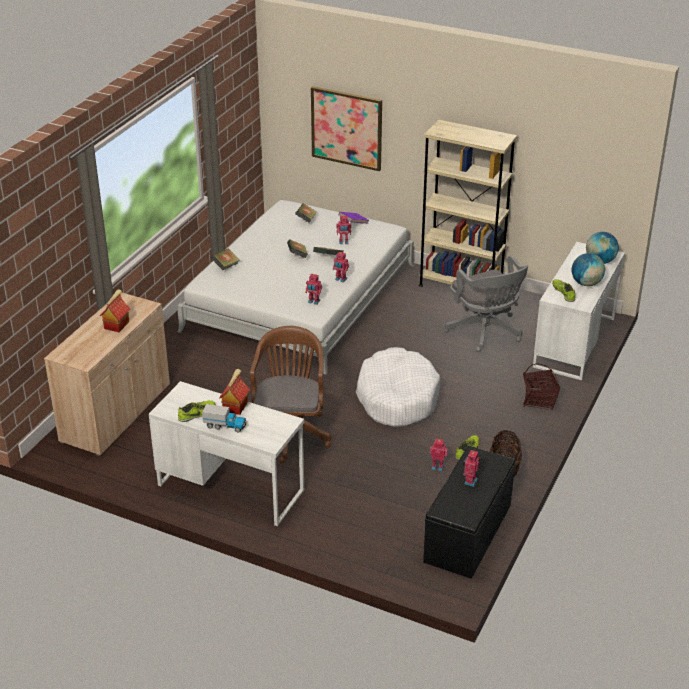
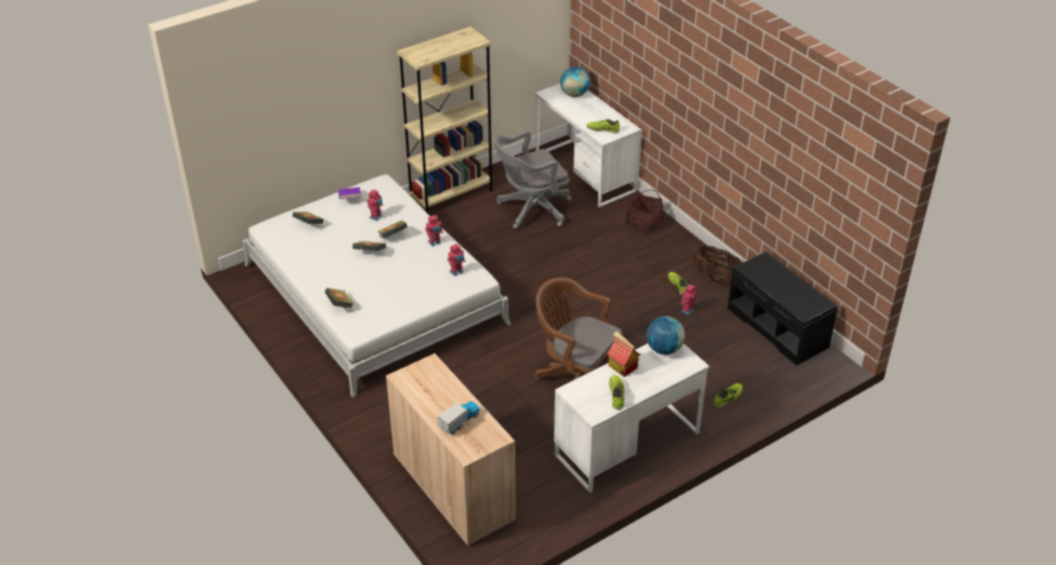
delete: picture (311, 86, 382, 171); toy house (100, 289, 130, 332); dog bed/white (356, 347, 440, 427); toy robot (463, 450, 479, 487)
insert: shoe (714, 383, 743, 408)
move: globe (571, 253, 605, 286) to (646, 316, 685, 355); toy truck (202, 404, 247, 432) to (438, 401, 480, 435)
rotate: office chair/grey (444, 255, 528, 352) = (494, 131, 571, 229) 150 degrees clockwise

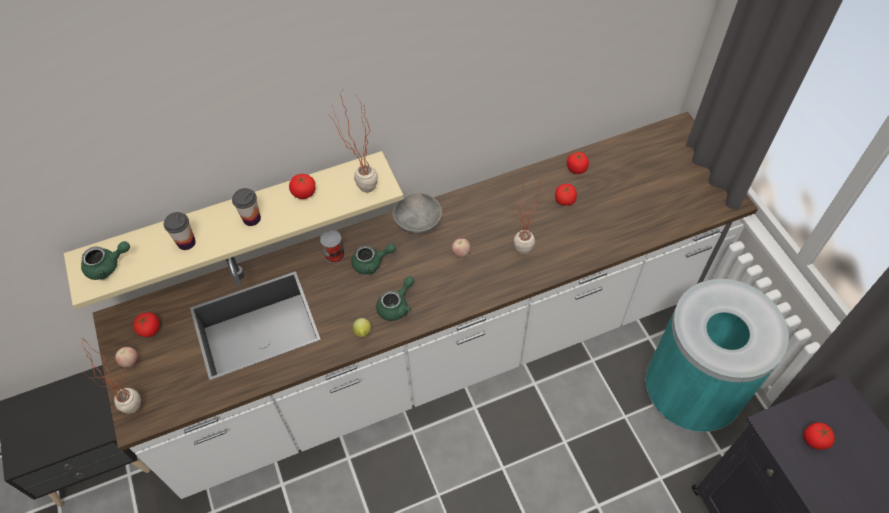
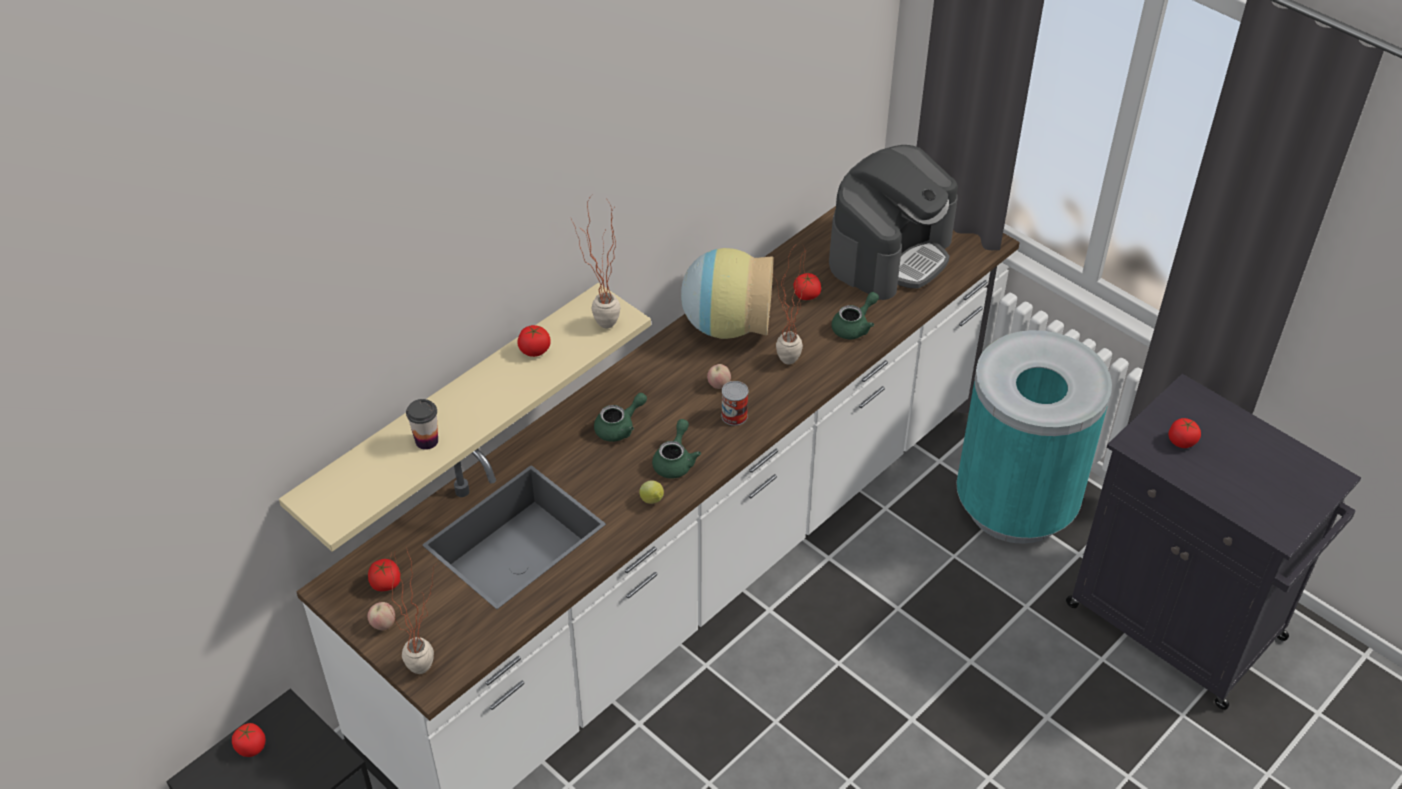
delete: cup (232, 188, 261, 226); bowl/grey (392, 193, 442, 234)
insert: coffee machine (829, 145, 958, 300); vase (681, 248, 773, 339)
move: tomato (567, 152, 589, 174) to (232, 723, 266, 757); can (320, 230, 345, 263) to (721, 381, 748, 426); teapot/green (81, 241, 130, 280) to (831, 292, 879, 339)

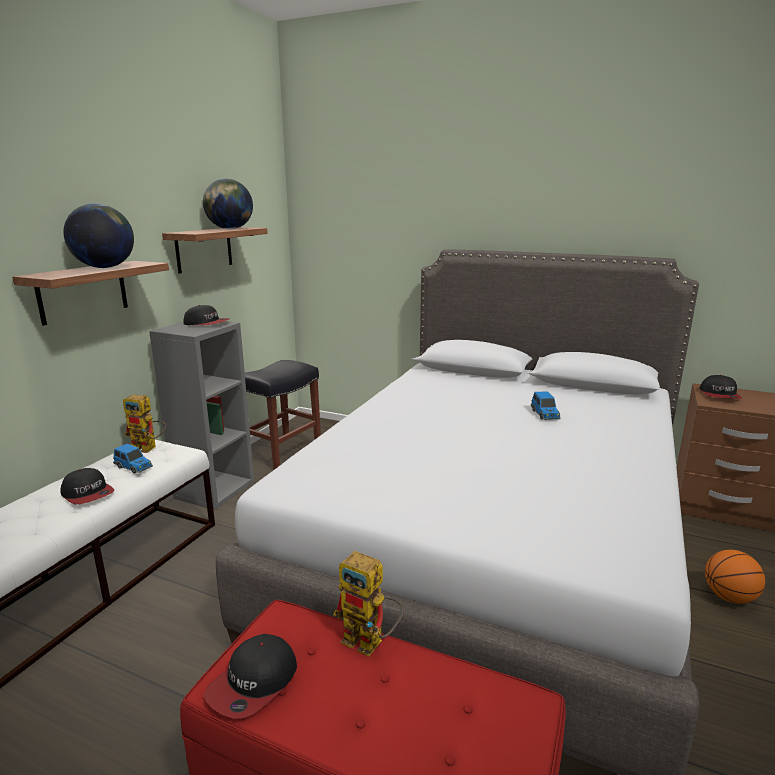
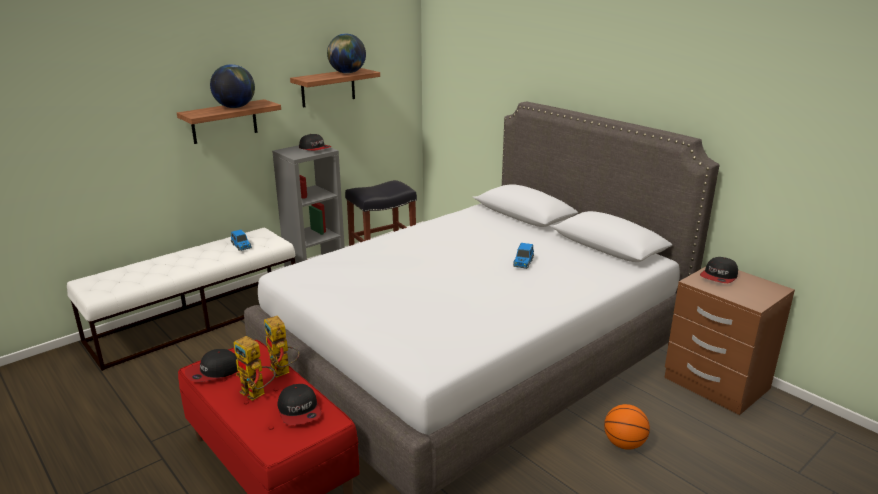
move: toy robot (123, 395, 166, 453) to (233, 336, 276, 401); cap (60, 468, 114, 504) to (277, 384, 321, 425)

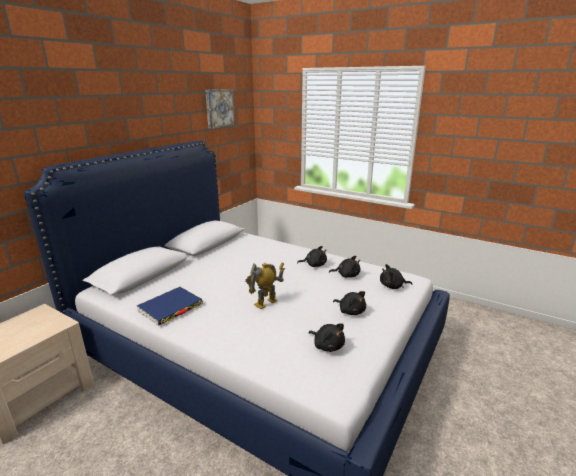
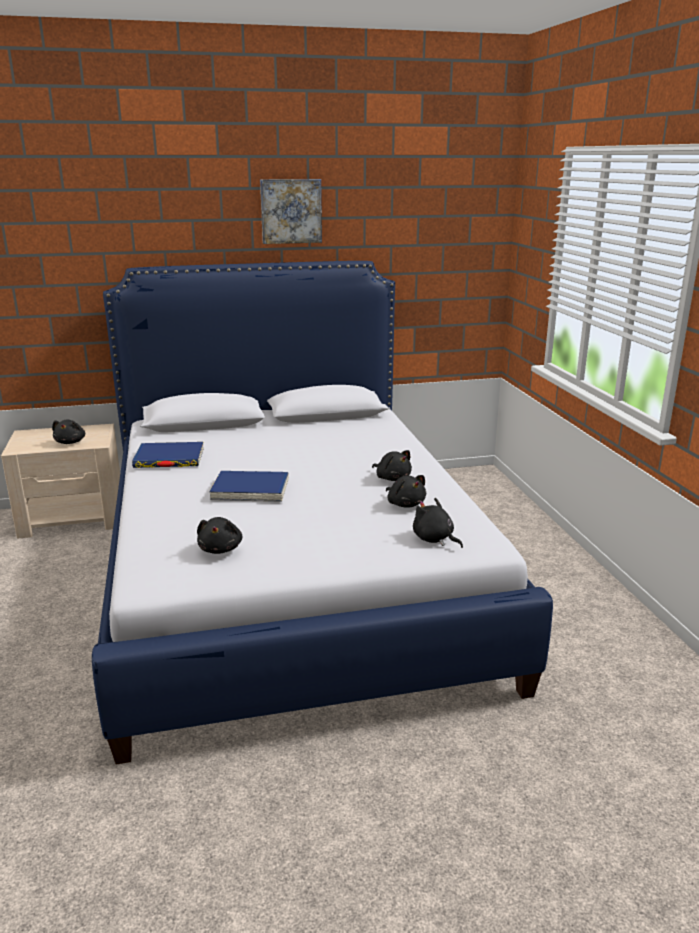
move: picture (205, 89, 235, 129) to (260, 179, 322, 244); plush toy/black (333, 291, 366, 315) to (52, 420, 85, 444)
replace: toy robot (245, 262, 285, 309) to book/blue (209, 471, 289, 502)

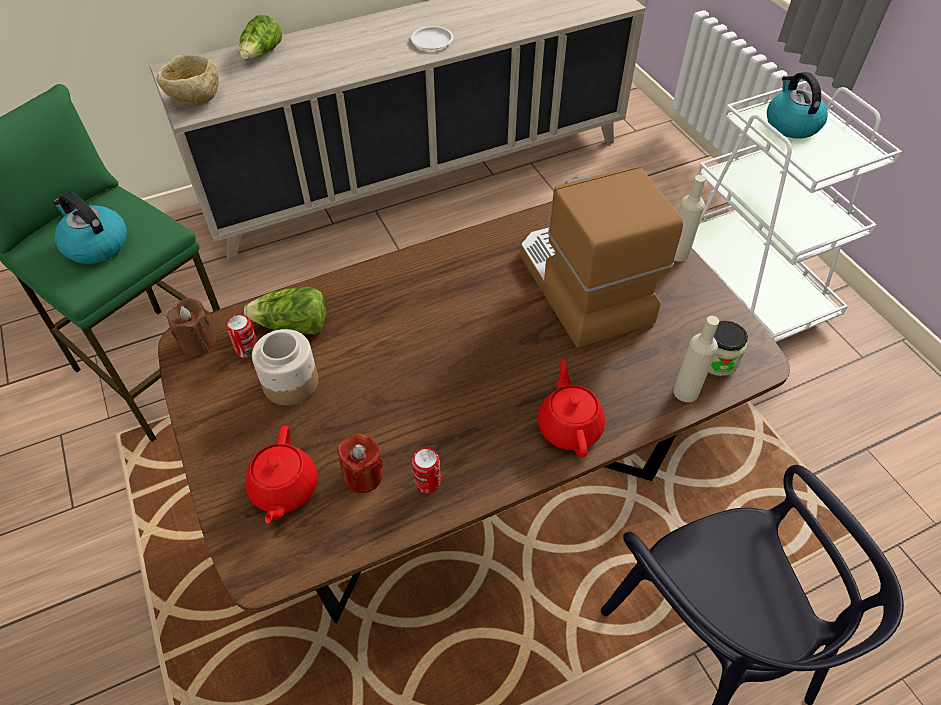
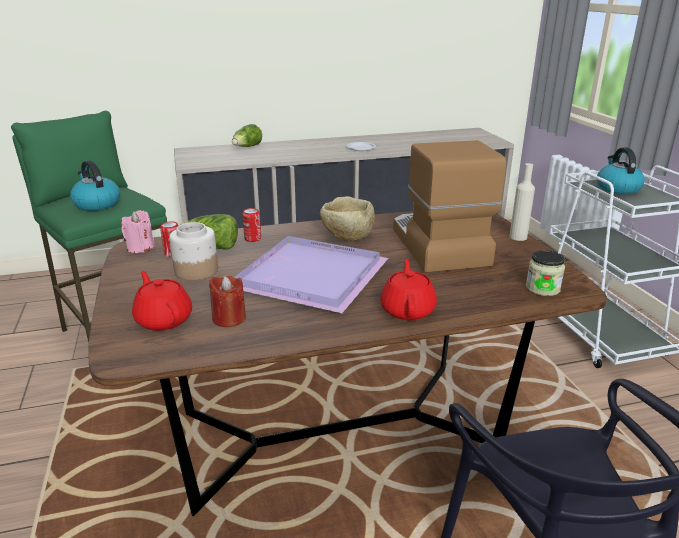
delete: bottle/beige (673, 316, 719, 402)
insert: tray/purple (234, 236, 388, 313)
move: bowl/beige (157, 53, 219, 106) to (320, 196, 375, 241); can (412, 448, 441, 494) to (242, 208, 261, 242)
recolor: candle/brown (167, 298, 216, 355) to candle/pink (122, 210, 154, 253)
rotate: teapot/red (245, 425, 317, 524) = (132, 271, 192, 331) 135 degrees clockwise

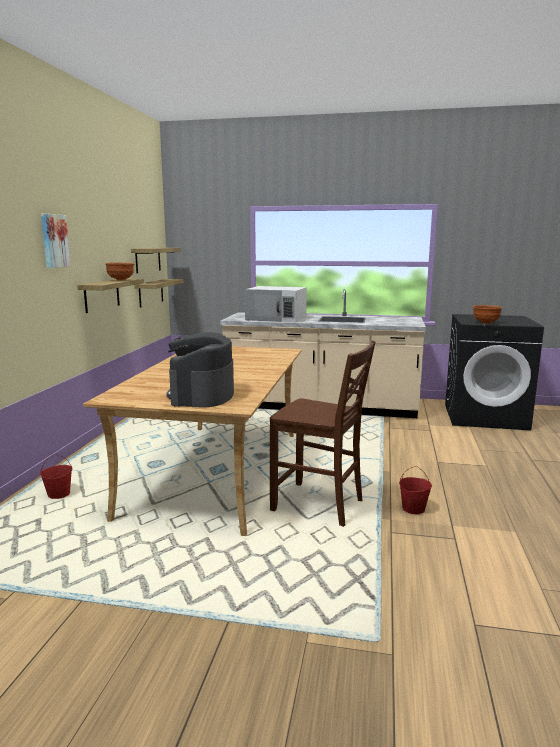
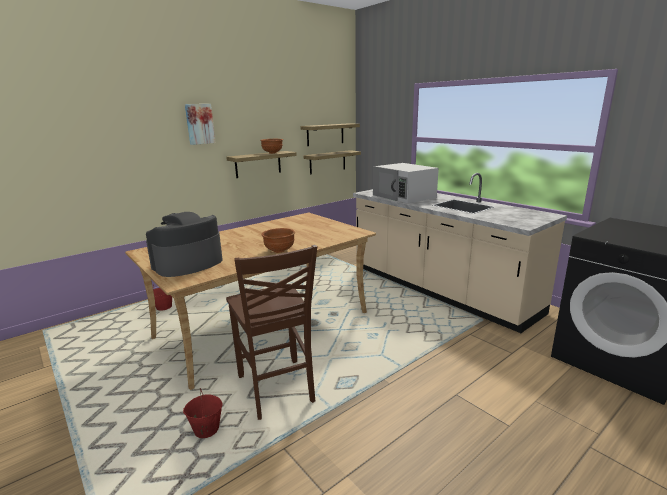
move: bowl/brown (473, 305, 503, 324) to (261, 228, 295, 253); bucket/red (399, 466, 432, 514) to (183, 388, 223, 438)

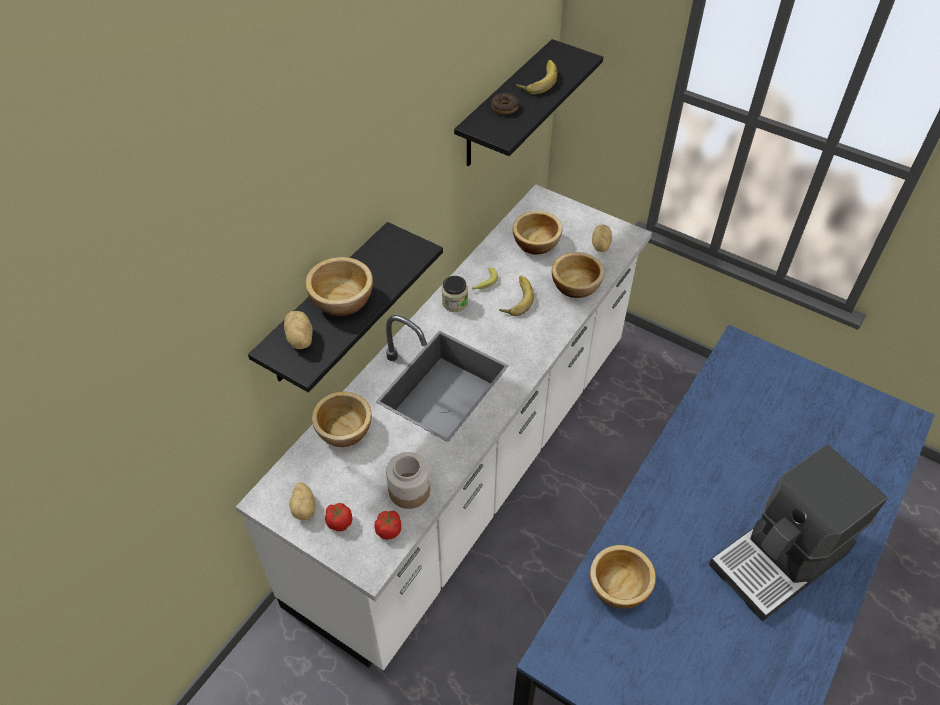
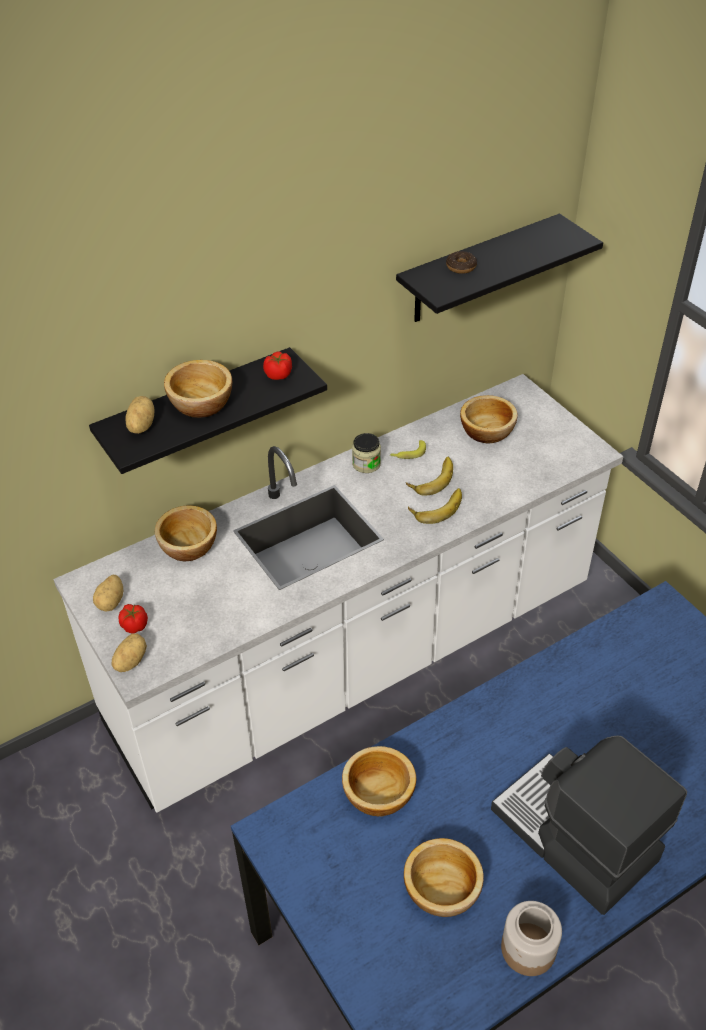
move: banana (516, 60, 557, 94) to (408, 488, 462, 524); potato (592, 224, 612, 252) to (112, 634, 147, 672); bowl (552, 252, 605, 298) to (404, 838, 484, 917); jar (386, 452, 430, 509) to (501, 901, 562, 976); tomato (374, 511, 401, 540) to (263, 352, 292, 380)
rotate: coffee machine (709, 444, 888, 621) = (491, 735, 687, 915) 60 degrees clockwise

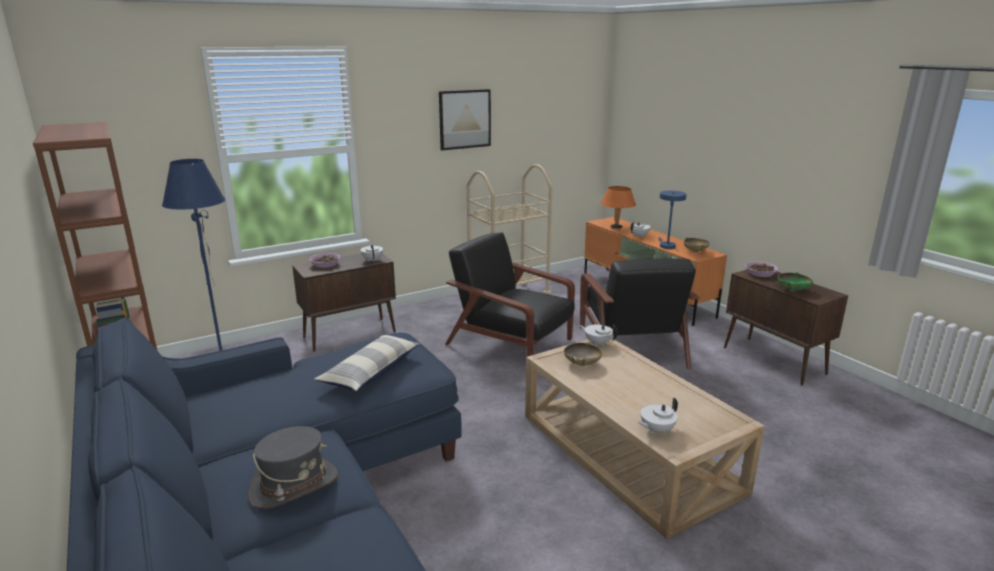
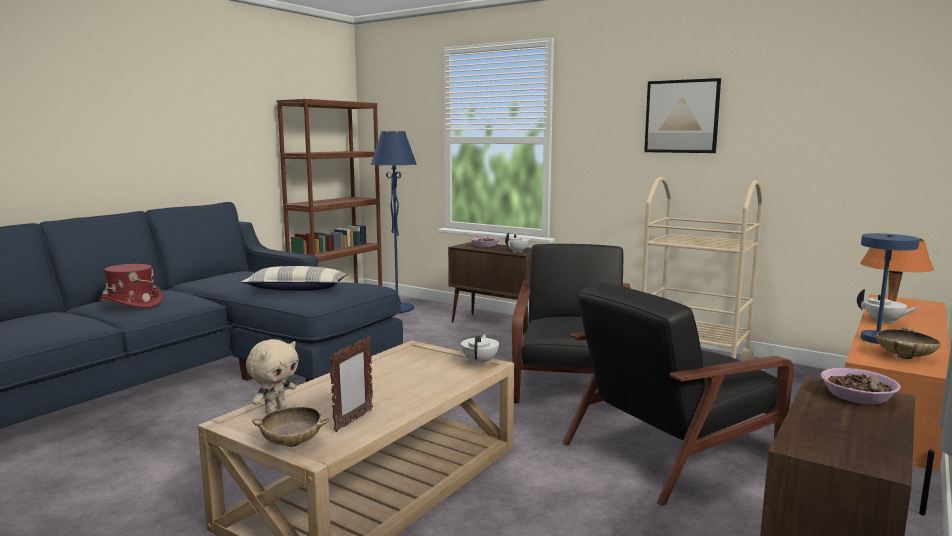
delete: bowl/green (778, 272, 813, 291)
insert: picture frame (329, 336, 373, 432)
move: bowl/beige (564, 342, 602, 366) to (252, 407, 329, 447)
replace: teapot/white (638, 398, 678, 435) to plush toy/beige (246, 339, 299, 414)
recolor: hat/grey (248, 426, 338, 509) to hat/red (98, 264, 163, 308)

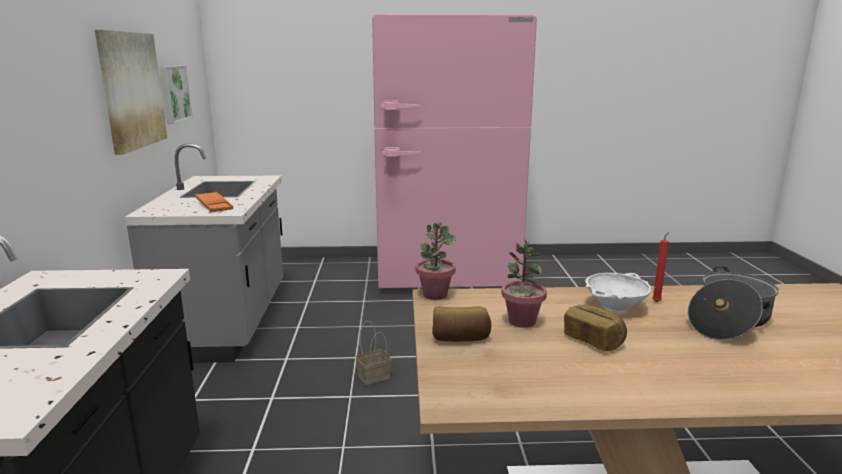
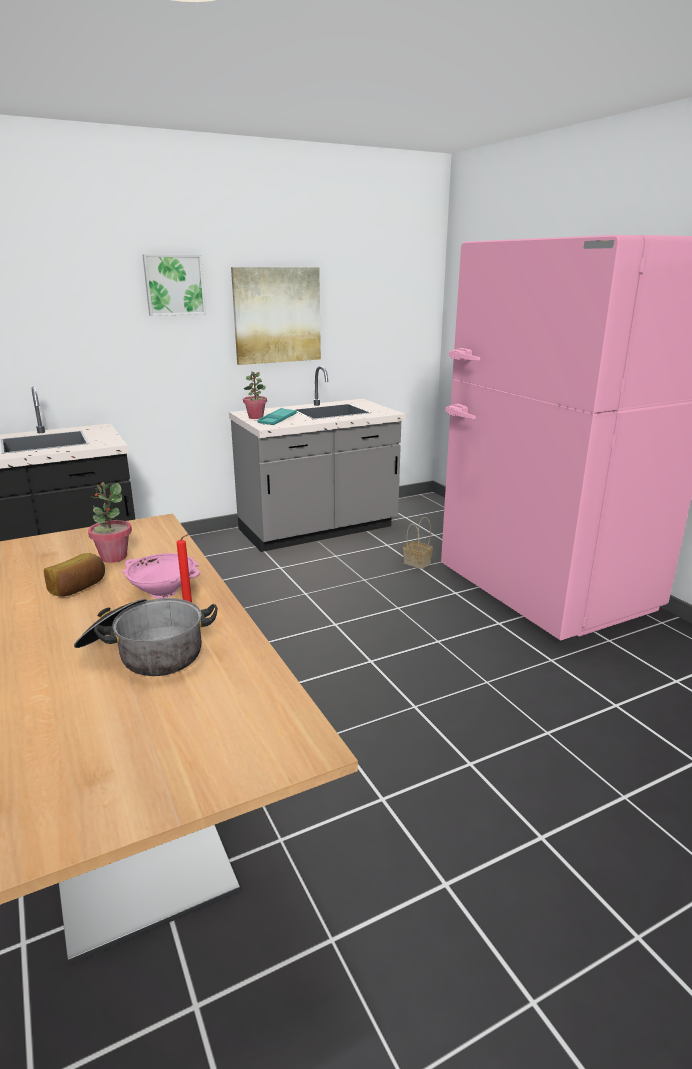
delete: bread (432, 306, 491, 342)
move: picture (160, 65, 193, 124) to (142, 254, 206, 316); potted plant (416, 222, 456, 300) to (243, 371, 267, 419); basket (356, 321, 391, 385) to (403, 517, 433, 569)
recolor: tray/orange (195, 192, 233, 212) to tray/turquoise (257, 408, 297, 425); bowl/white (585, 273, 651, 313) to bowl/pink (122, 553, 200, 598)

